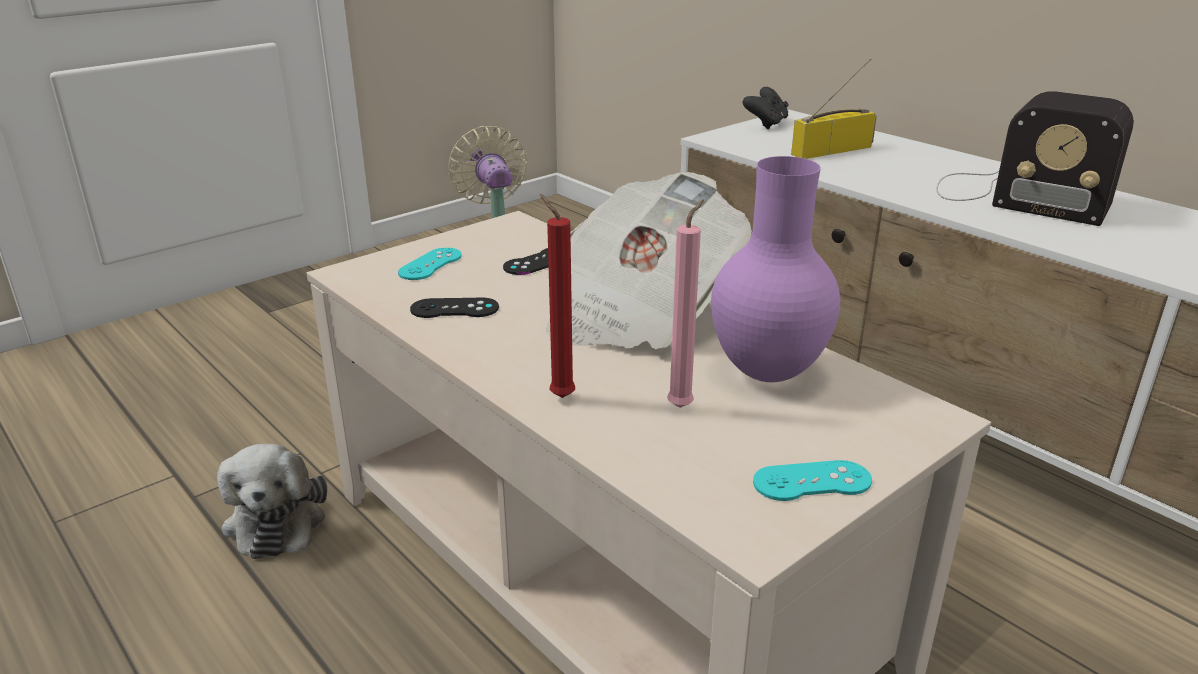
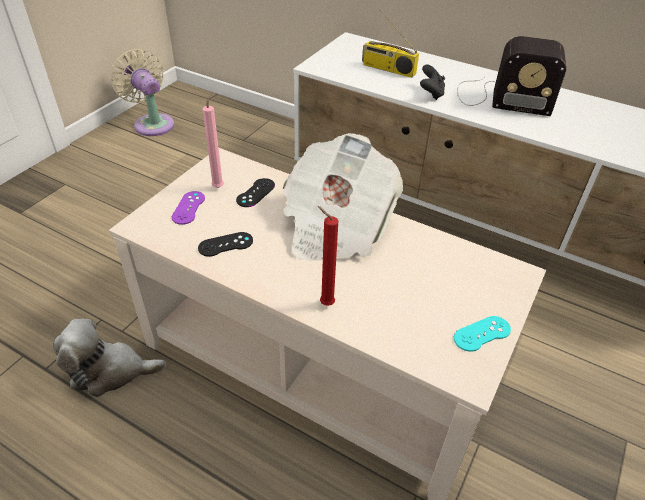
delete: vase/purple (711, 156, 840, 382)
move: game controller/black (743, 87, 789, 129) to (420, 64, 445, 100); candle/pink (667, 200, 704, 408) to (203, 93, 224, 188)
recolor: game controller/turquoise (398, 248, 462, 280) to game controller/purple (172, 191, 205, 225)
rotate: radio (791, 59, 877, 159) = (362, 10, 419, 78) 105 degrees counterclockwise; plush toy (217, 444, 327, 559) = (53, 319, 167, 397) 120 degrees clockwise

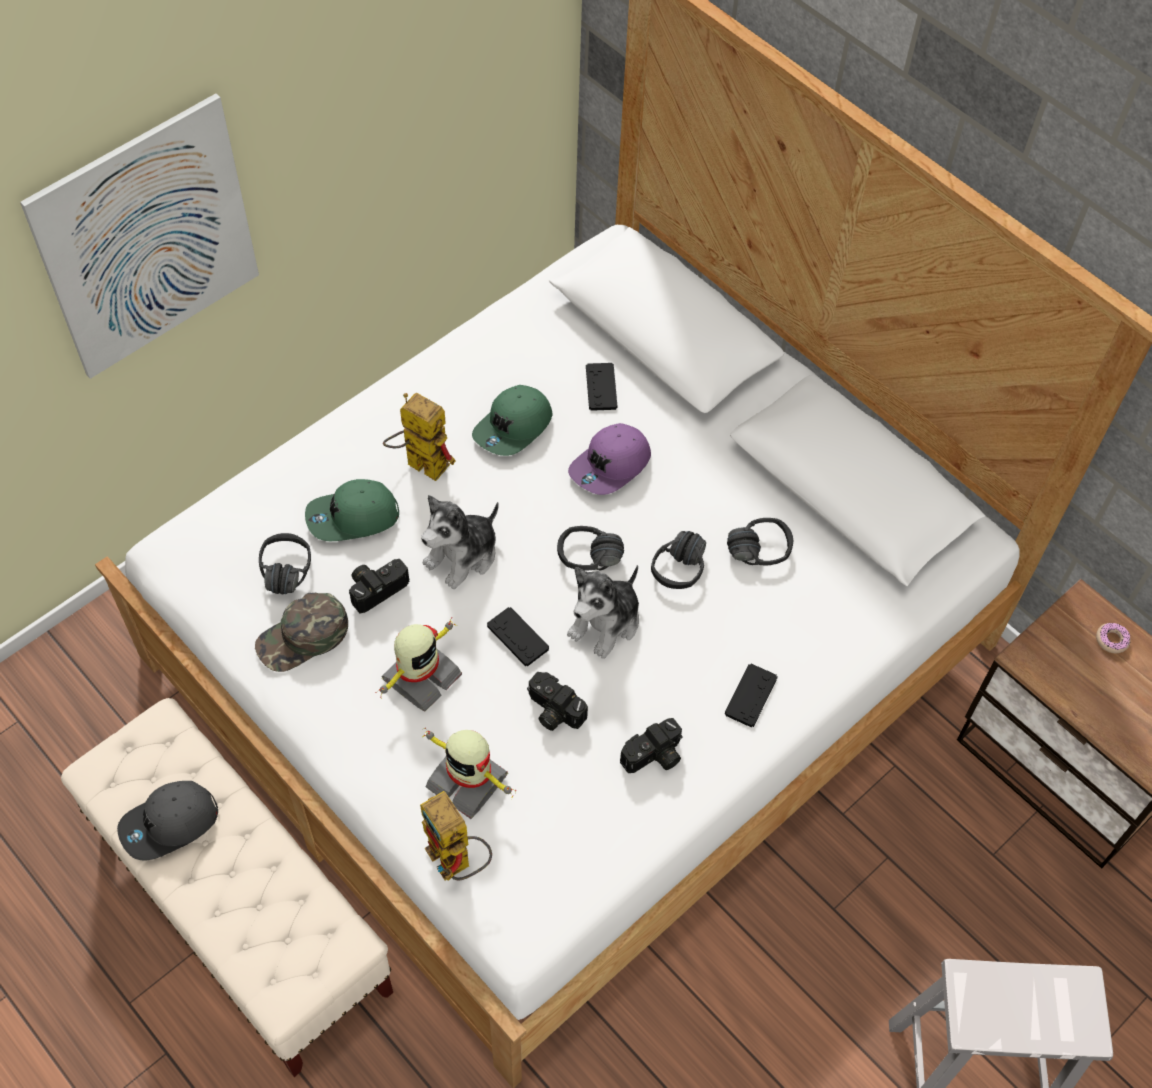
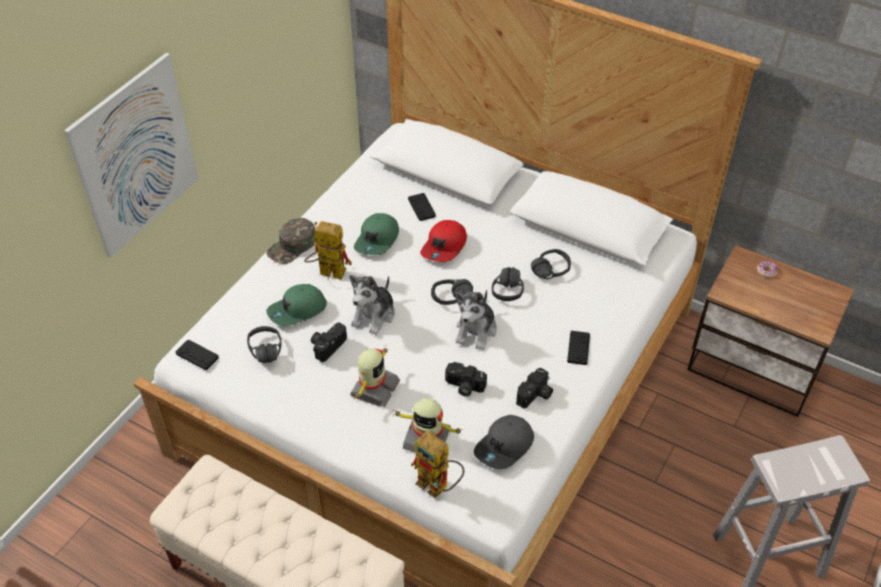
move: cap/green (255, 593, 348, 672) to (266, 218, 315, 264); game controller/black (487, 607, 549, 666) to (176, 340, 219, 370); cap/grey (117, 781, 218, 861) to (474, 415, 534, 469)
recolor: cap/purple (568, 423, 651, 495) to cap/red (420, 220, 467, 262)

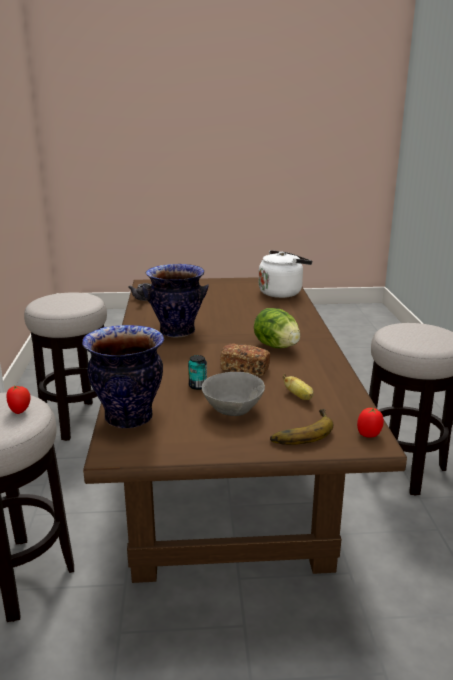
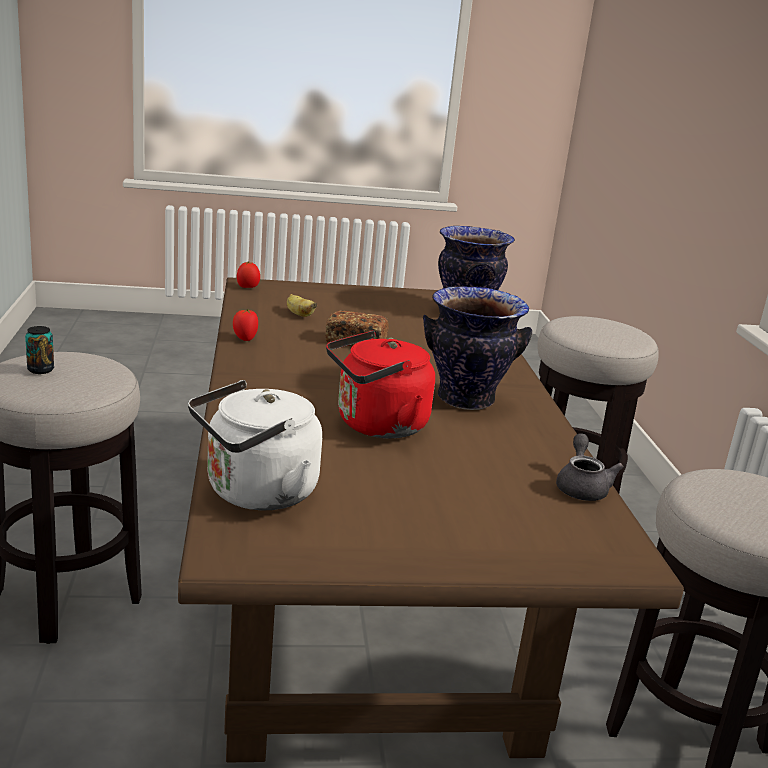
delete: lettuce (254, 308, 300, 348); bowl/grey (202, 372, 265, 416); banana (270, 409, 333, 445)
insert: kettle/red (326, 331, 435, 438)
move: can (188, 355, 207, 390) to (25, 326, 54, 374); tomato (7, 386, 30, 414) to (233, 309, 258, 341)

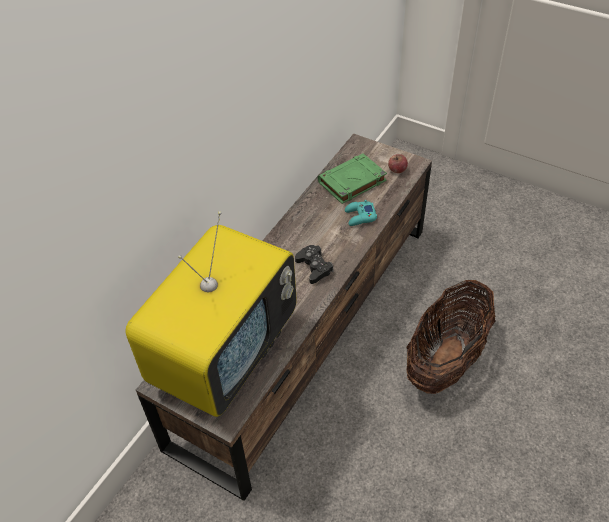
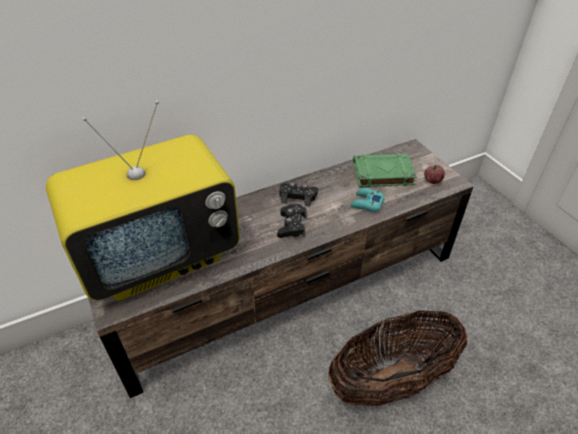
insert: game controller/black (279, 182, 318, 207)

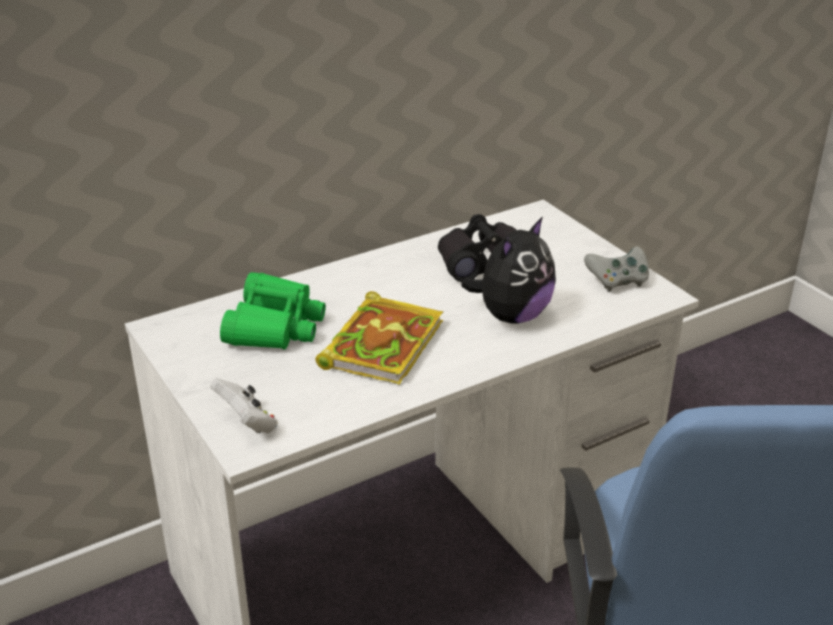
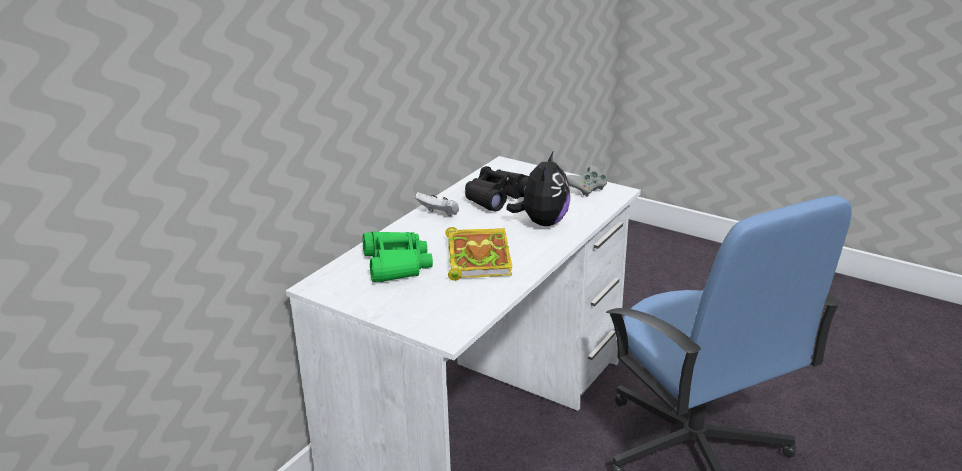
move: game controller/white (210, 379, 278, 433) to (415, 192, 459, 216)

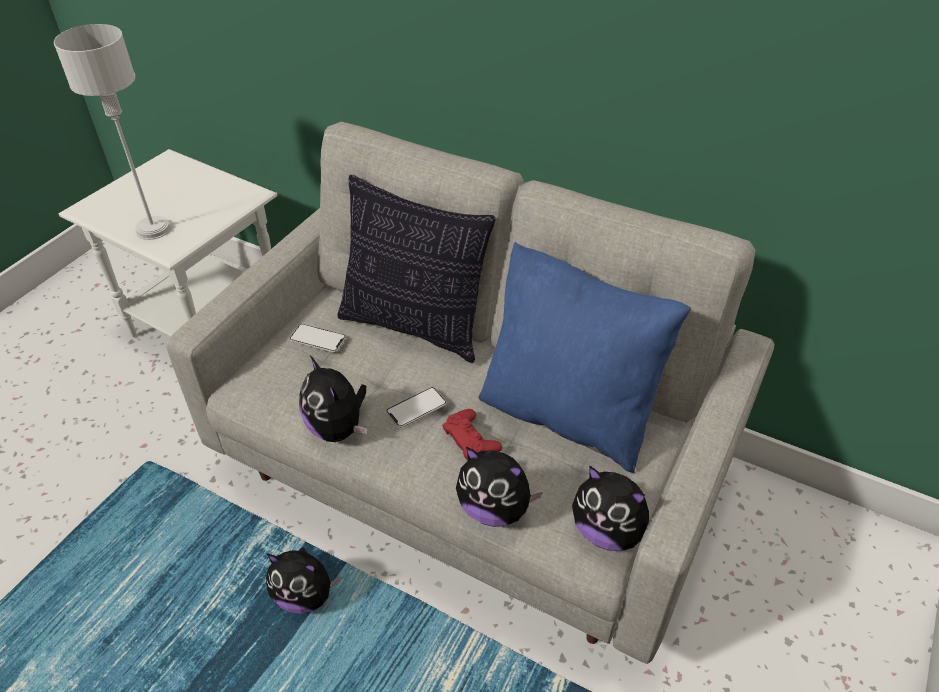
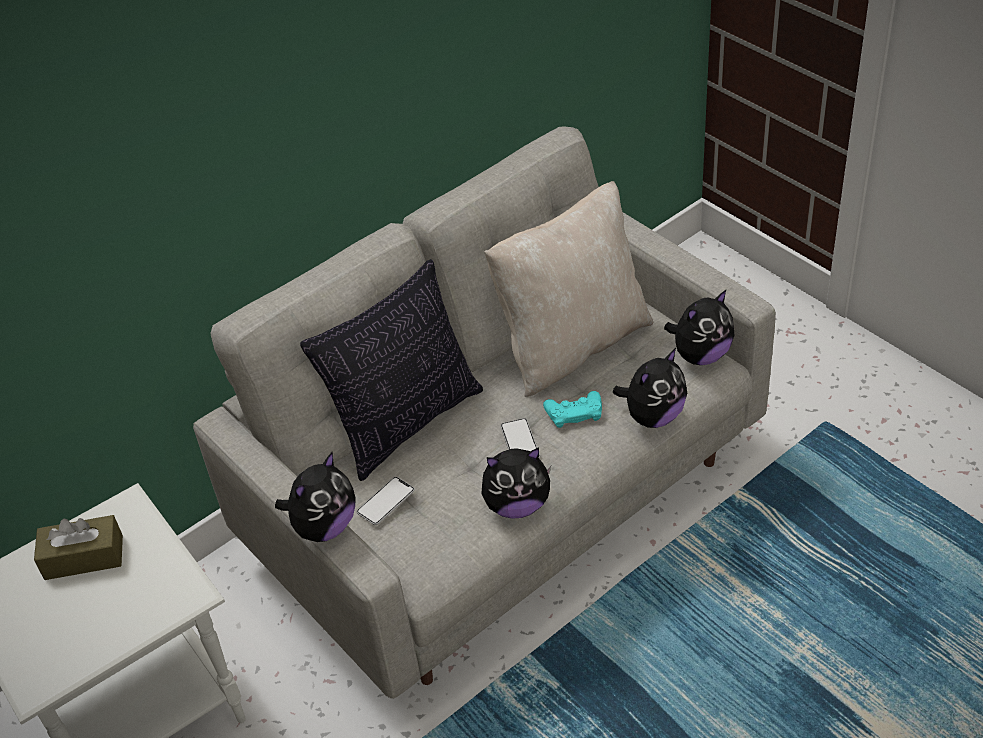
delete: table lamp/grey (54, 24, 171, 240)
insert: tissue box/brown (34, 515, 123, 580)
move: plush toy (266, 548, 341, 614) to (275, 451, 356, 542)
recolor: pillow/blue (478, 242, 691, 473) to pillow/beige (484, 181, 653, 397); game controller/red (442, 409, 502, 461) to game controller/turquoise (543, 391, 602, 428)

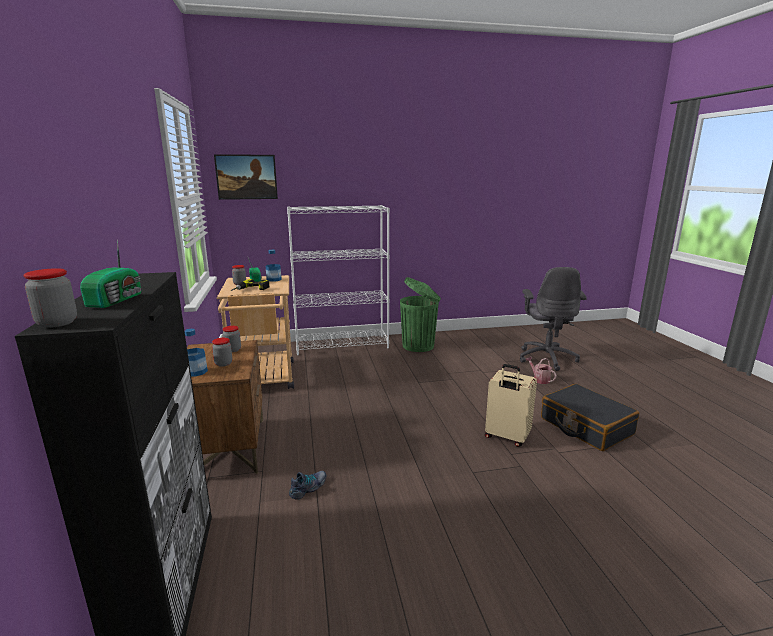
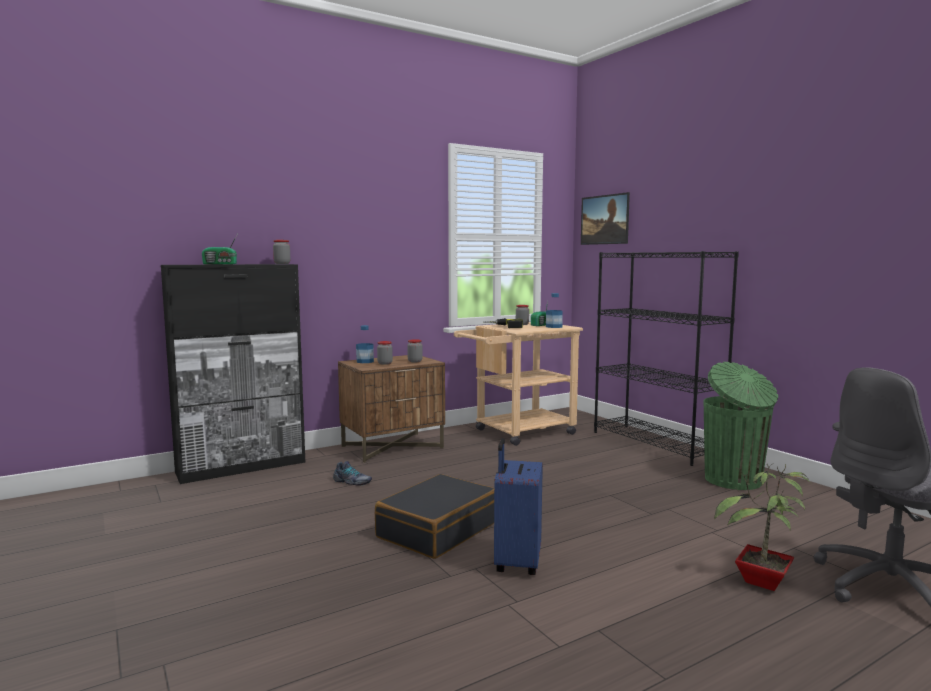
move: jar (23, 268, 77, 328) to (273, 240, 290, 264); suitcase/black (541, 384, 639, 451) to (375, 474, 494, 559)
replace: watering can (525, 357, 557, 384) to potted plant (714, 464, 812, 591)
recolor: bookcase/white (287, 205, 390, 355) to bookcase/black (594, 251, 739, 466); suitcase/beige (485, 364, 537, 447) to suitcase/blue (494, 438, 543, 575)

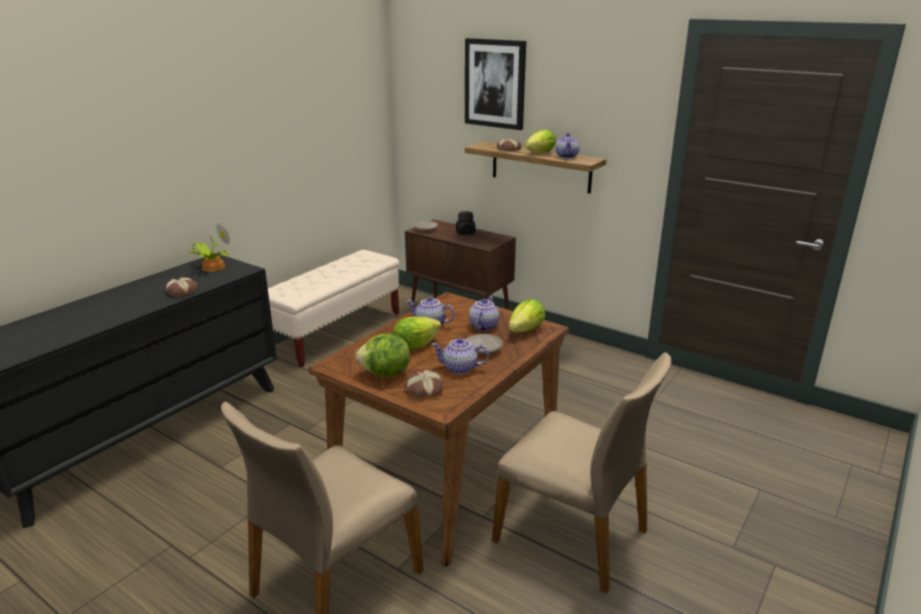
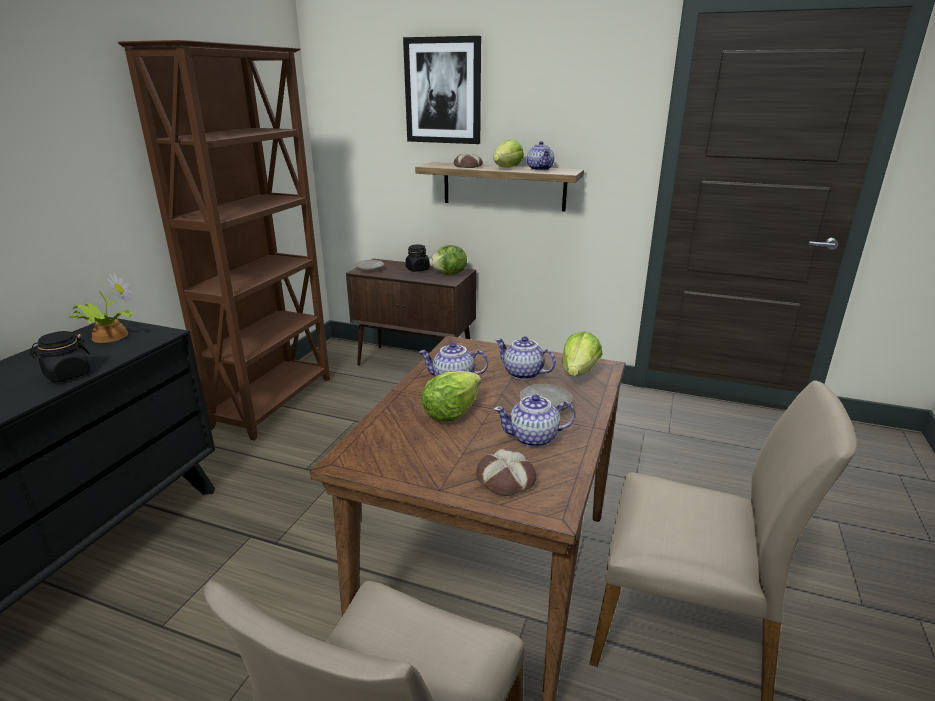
move: lettuce (355, 334, 410, 378) to (429, 245, 467, 275)
replace: bench/beige (268, 250, 399, 367) to bookcase/brown (118, 40, 330, 440); bread (166, 277, 198, 297) to jar/black (30, 331, 91, 383)
rotate: teapot (469, 296, 500, 331) = (495, 336, 556, 380) 60 degrees counterclockwise

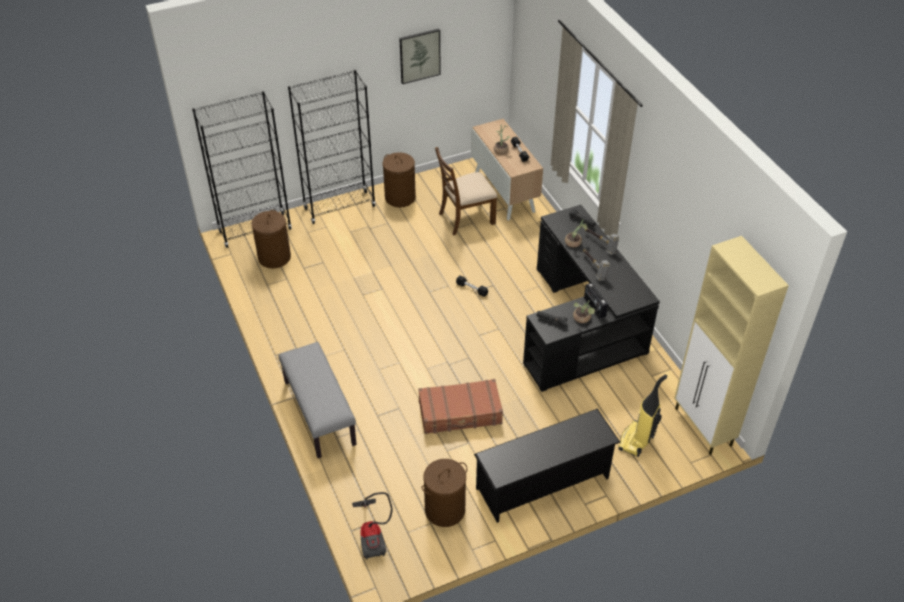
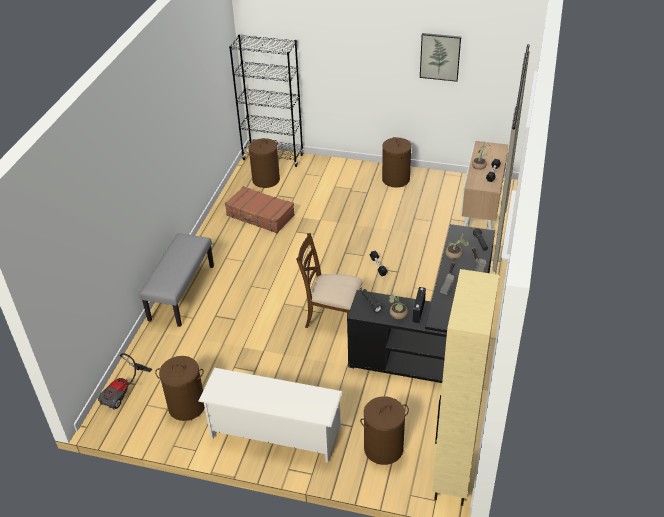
delete: bookcase/black (288, 70, 376, 224)
move: chair/brown (435, 147, 497, 235) to (296, 233, 363, 336); suitcase/brown (418, 379, 503, 434) to (225, 186, 295, 233)
replace: vacuum cleaner (618, 375, 667, 457) to laundry basket/brown (360, 396, 409, 465)
recolor: shoe rack/black (474, 409, 620, 523) to shoe rack/white (198, 367, 343, 463)

